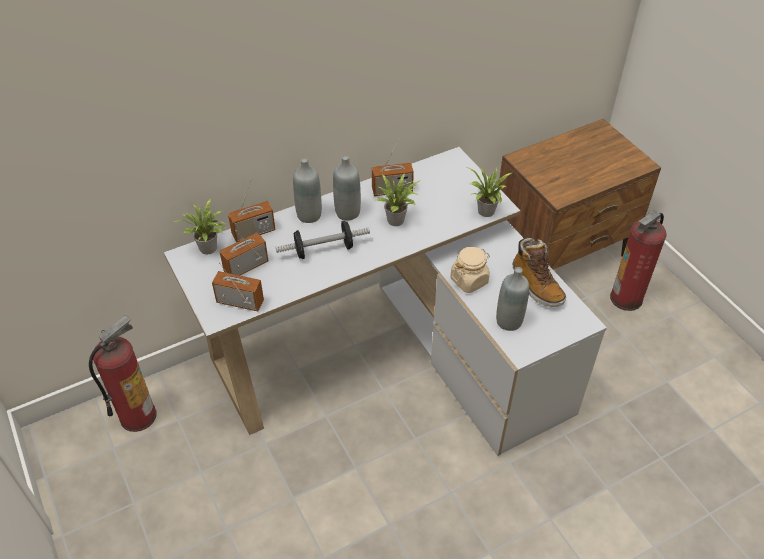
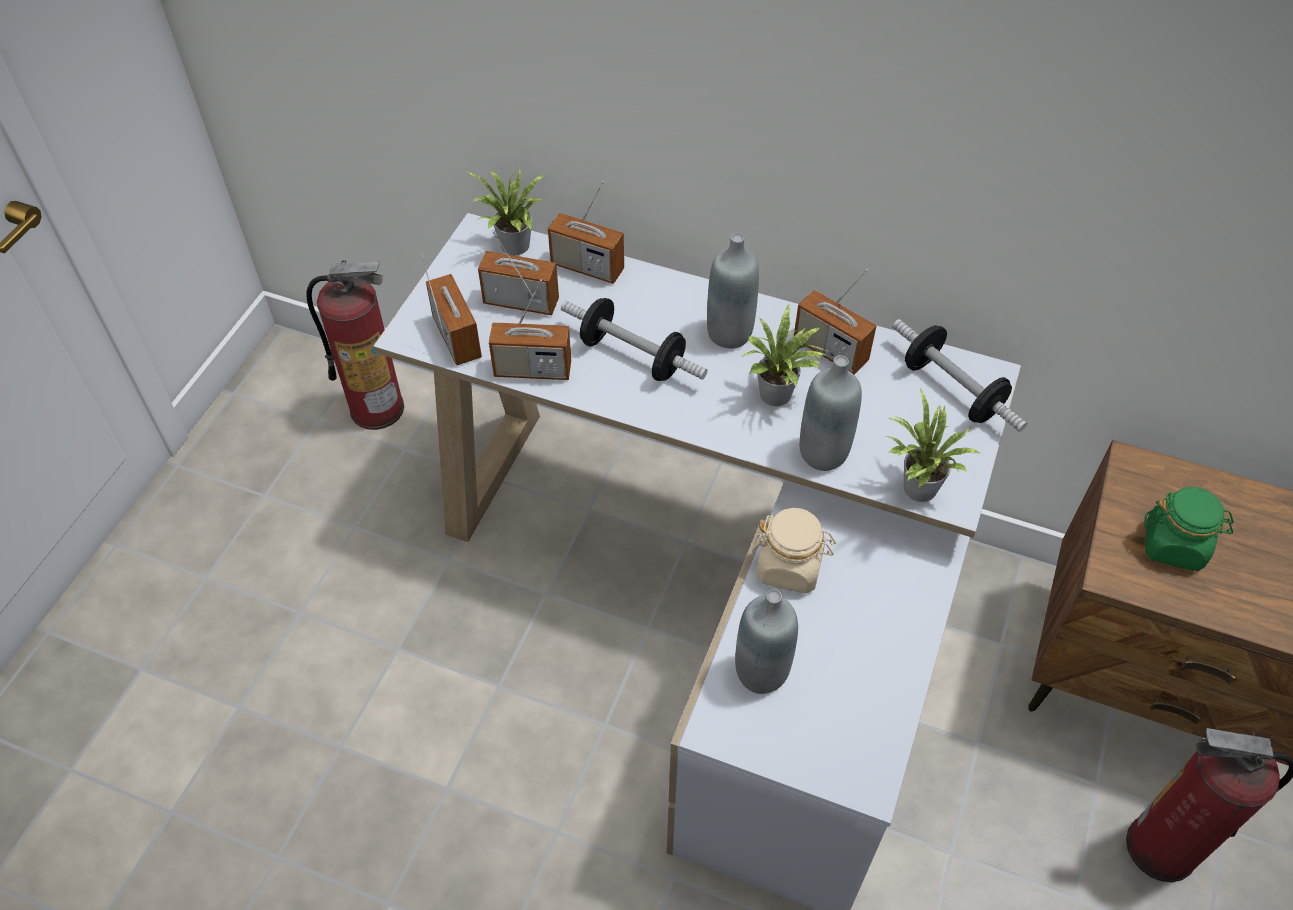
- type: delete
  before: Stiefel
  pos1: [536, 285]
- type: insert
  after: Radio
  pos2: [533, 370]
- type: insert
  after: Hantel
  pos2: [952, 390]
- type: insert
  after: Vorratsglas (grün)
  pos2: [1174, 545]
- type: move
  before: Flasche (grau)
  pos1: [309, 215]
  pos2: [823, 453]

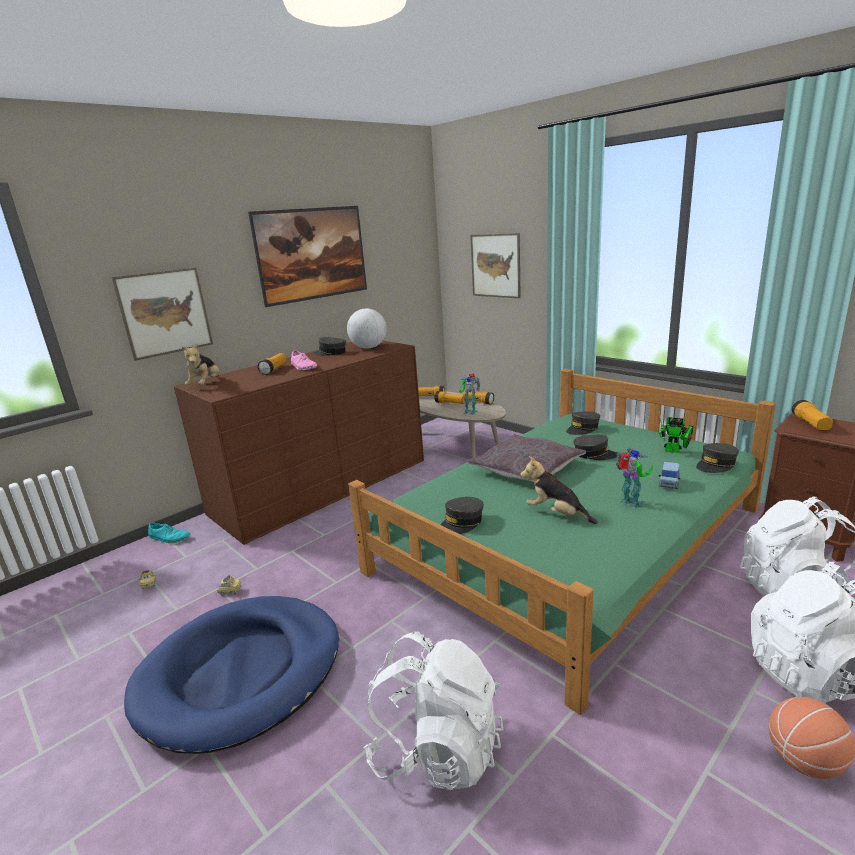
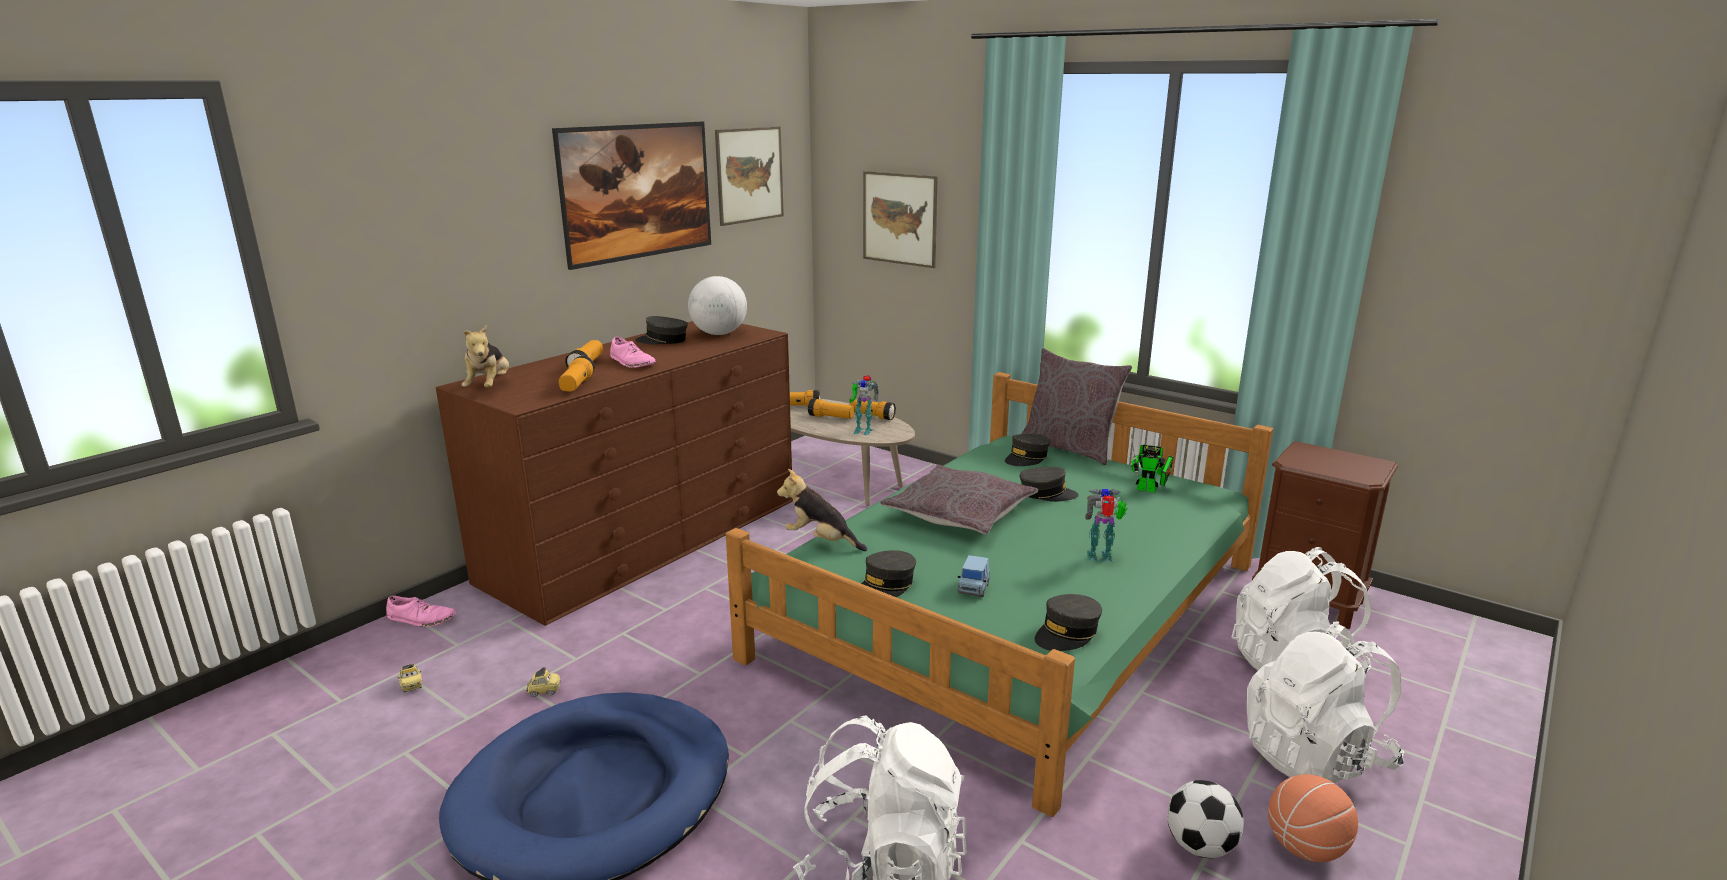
- type: insert
  after: Kissen (grau)
  pos2: [1069, 448]
- type: insert
  after: Fußball
  pos2: [1200, 846]
- type: move
  before: Bild
  pos1: [165, 312]
  pos2: [750, 175]
- type: move
  before: Plüschtier
  pos1: [556, 514]
  pos2: [821, 541]
- type: move
  before: Spielzeugauto (blau)
  pos1: [669, 484]
  pos2: [973, 588]
- type: move
  before: Kappe (grau)
  pos1: [716, 465]
  pos2: [1067, 633]
- type: move
  before: Taschenlampe
  pos1: [810, 424]
  pos2: [577, 385]
- type: recolor
  before: Schuh (türkis)
  after: Schuh (rosa)
  pos1: [170, 538]
  pos2: [421, 619]
- type: rotate
  before: Spielzeugroboter
  pos1: [631, 503]
  pos2: [1101, 558]
  turn: -45

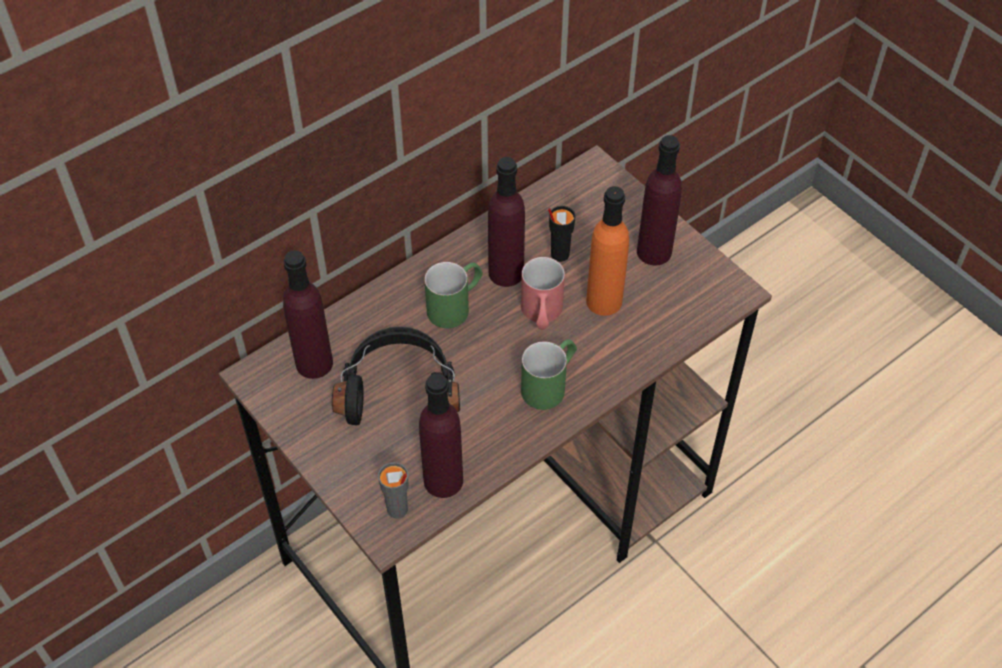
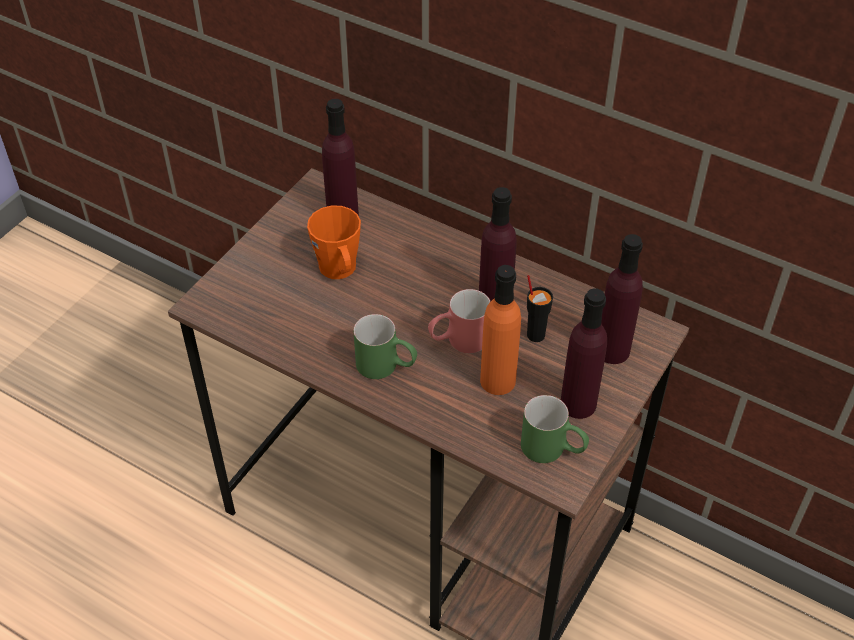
- type: delete
  before: Tasse (grau)
  pos1: [397, 510]
- type: move
  before: Flasche (lila)
  pos1: [443, 480]
  pos2: [612, 350]
- type: move
  before: Henkelbecher (grün)
  pos1: [456, 305]
  pos2: [553, 450]
- type: replace
  before: Kopfhörer (schwarz)
  after: Henkelbecher (orange)
  pos1: [398, 388]
  pos2: [340, 271]

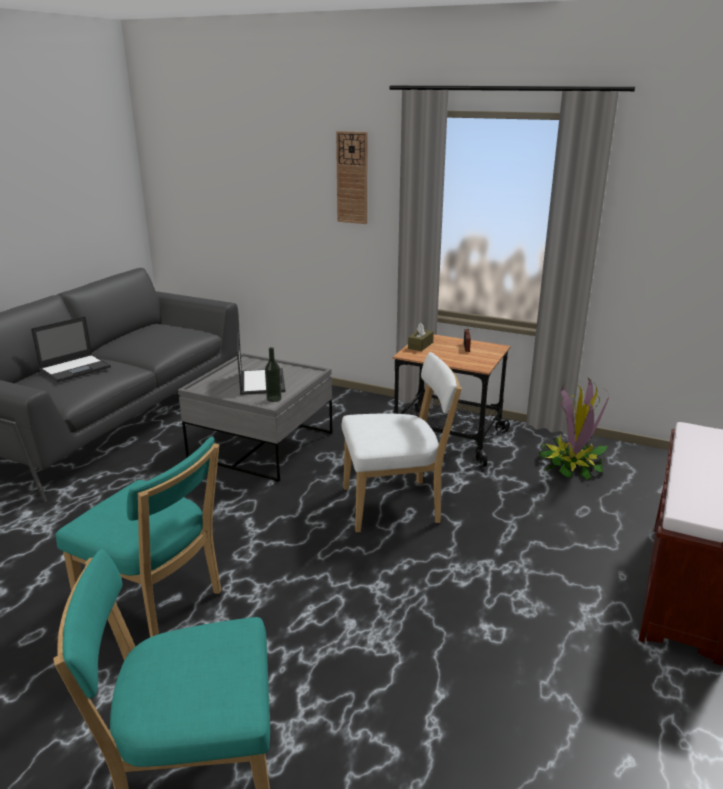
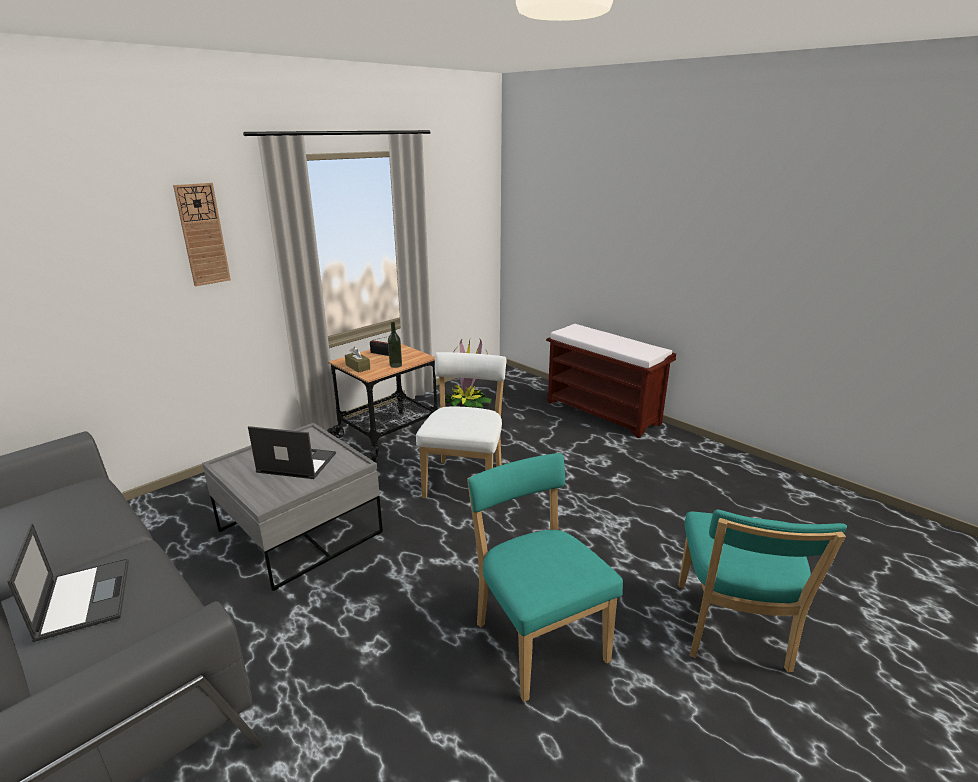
- type: move
  before: Flasche
  pos1: [274, 399]
  pos2: [395, 365]
- type: rotate
  before: Stuhl (türkis)
  pos1: [156, 606]
  pos2: [537, 638]
  turn: -75

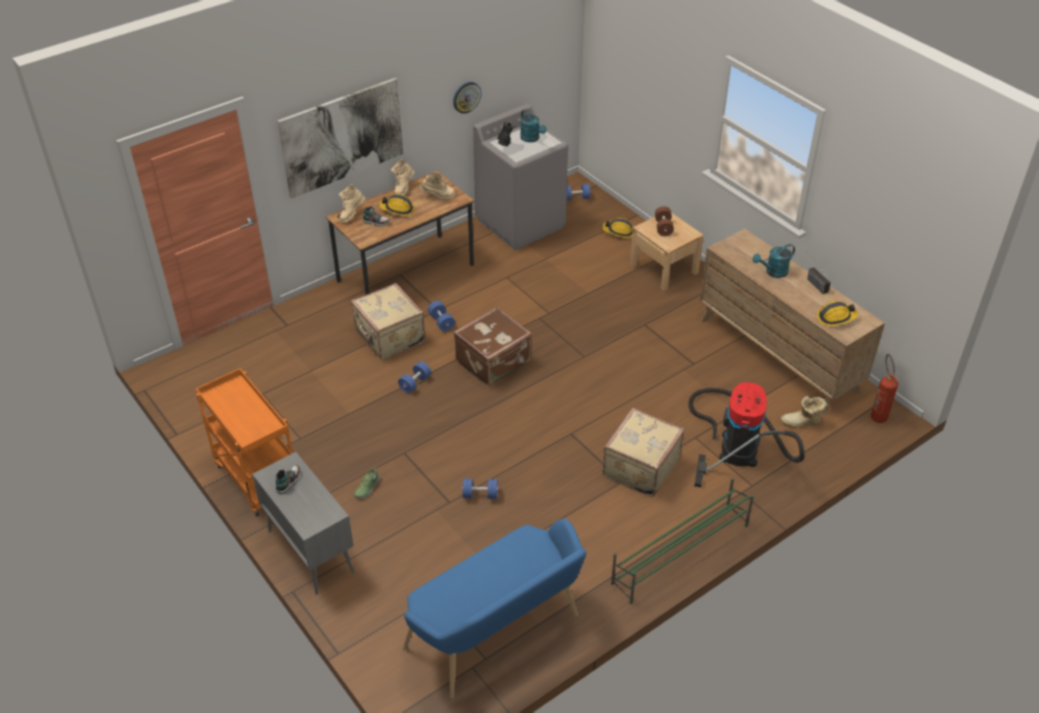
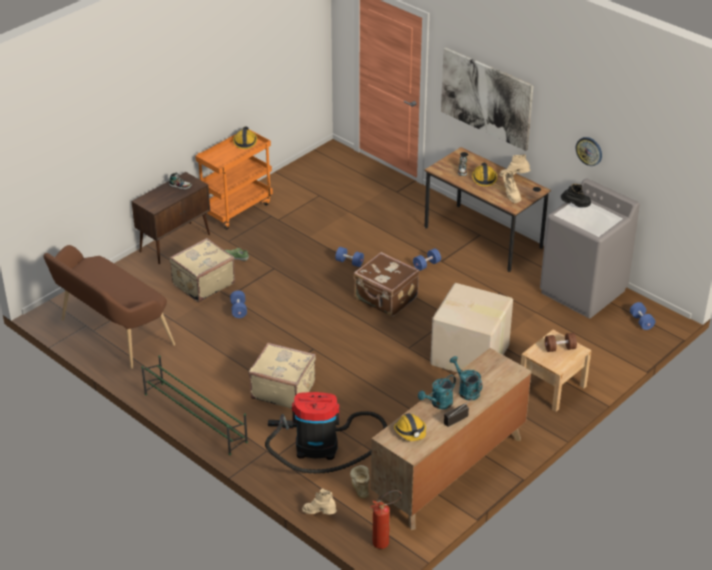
- type: insert
  after: Karton
  pos2: [470, 356]
- type: move
  before: Stiefel (beige)
  pos1: [351, 215]
  pos2: [320, 514]
- type: move
  before: Koffer (beige)
  pos1: [389, 337]
  pos2: [202, 283]
- type: move
  before: Gießkanne (türkis)
  pos1: [532, 139]
  pos2: [438, 404]
- type: move
  before: Schutzhelm
  pos1: [618, 232]
  pos2: [245, 141]
- type: recolor
  before: Schrank (grau)
  after: Schrank (braun)
  pos1: [310, 551]
  pos2: [175, 243]
- type: recolor
  before: Bank (blau)
  after: Bank (braun)
  pos1: [498, 636]
  pos2: [111, 334]

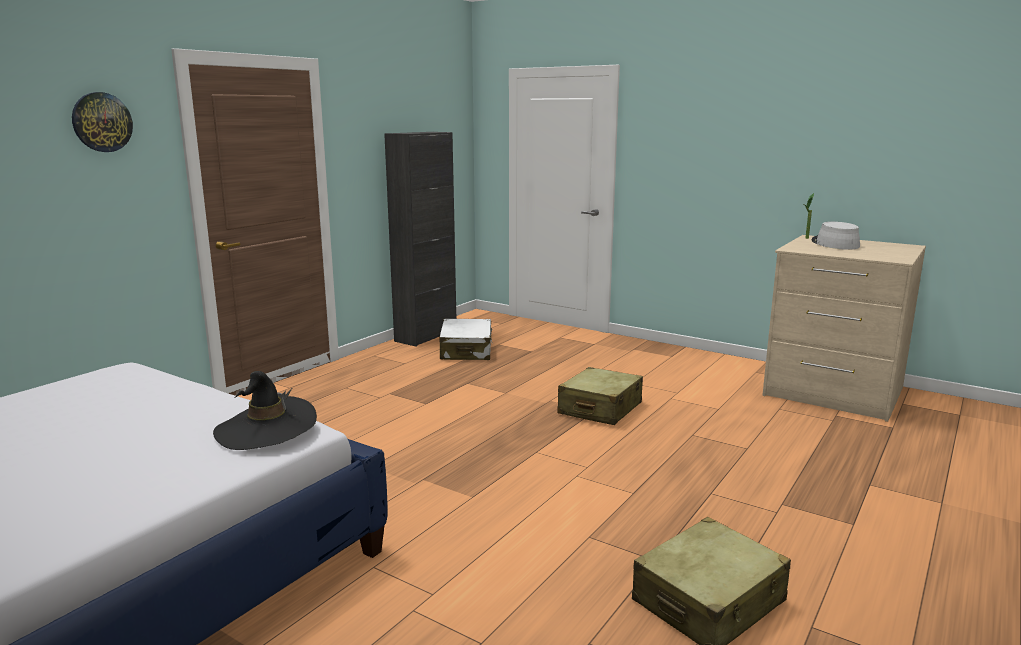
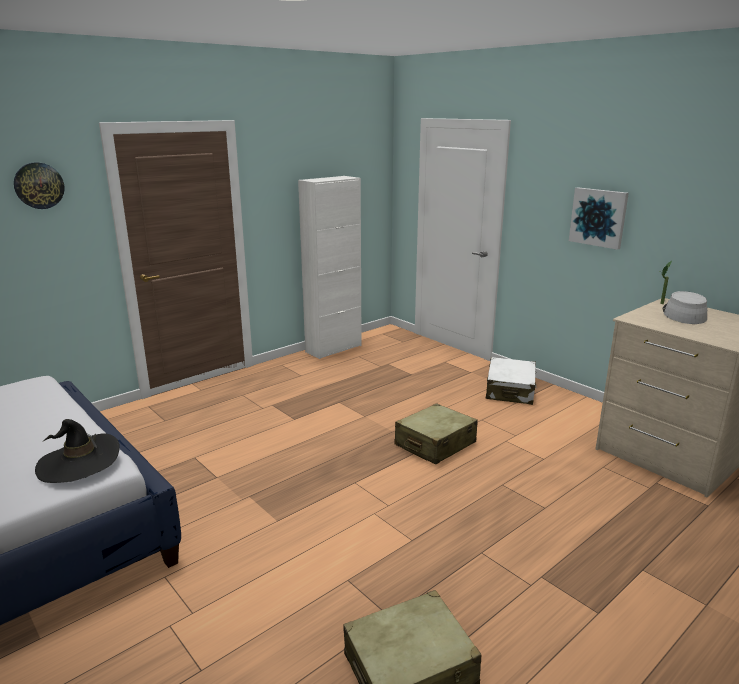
- type: insert
  after: Bild
  pos2: [598, 217]
- type: move
  before: Koffer (weiß)
  pos1: [466, 350]
  pos2: [510, 390]
- type: recolor
  before: Schrank (schwarz)
  after: Schrank (weiß)
  pos1: [426, 336]
  pos2: [333, 349]

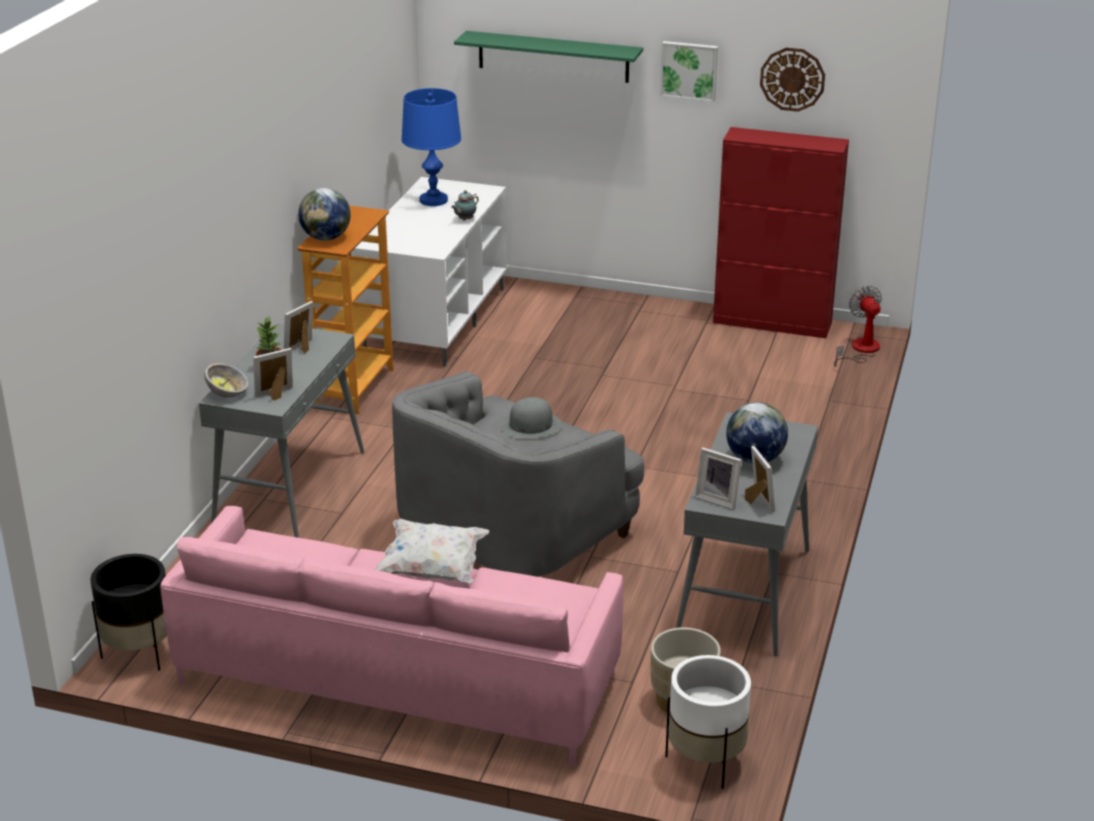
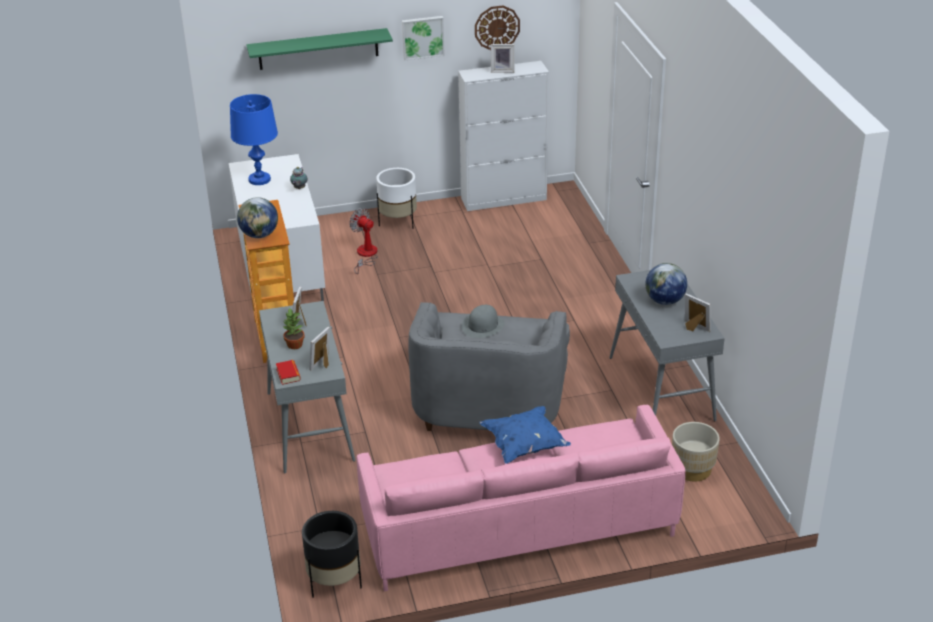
- type: move
  before: Pflanzkübel (weiß)
  pos1: [706, 762]
  pos2: [398, 222]
- type: move
  before: Bilderrahmen
  pos1: [718, 499]
  pos2: [502, 71]
- type: move
  before: Ventilator
  pos1: [860, 350]
  pos2: [365, 255]
- type: replace
  before: Schüssel
  after: Buch
  pos1: [228, 393]
  pos2: [288, 375]
- type: recolor
  before: Kissen (weiß)
  after: Kissen (blau)
  pos1: [432, 569]
  pos2: [524, 446]
- type: recolor
  before: Schrank (rot)
  after: Schrank (weiß)
  pos1: [773, 323]
  pos2: [504, 199]

